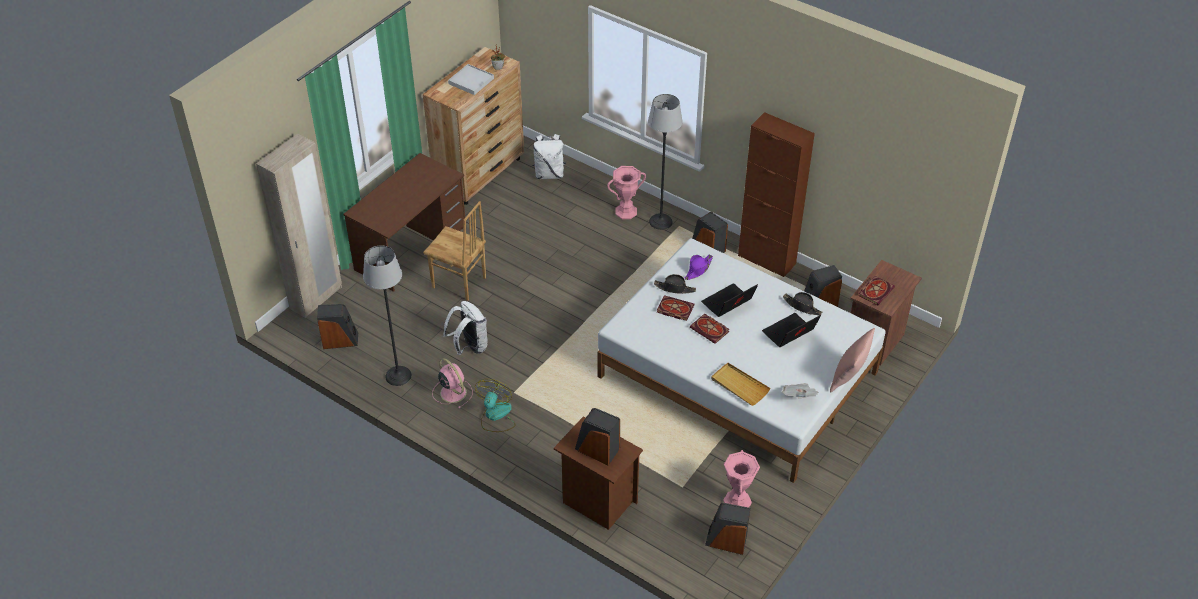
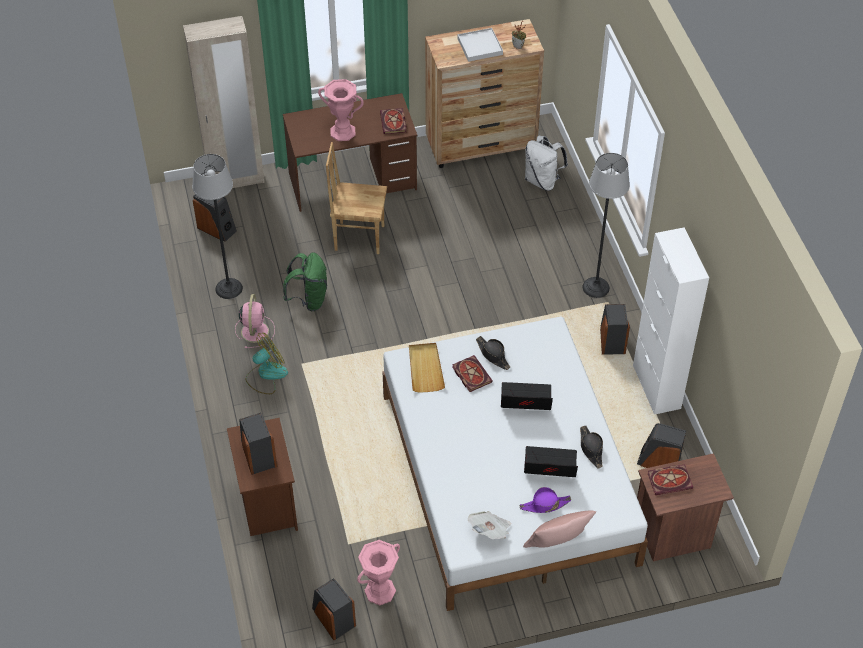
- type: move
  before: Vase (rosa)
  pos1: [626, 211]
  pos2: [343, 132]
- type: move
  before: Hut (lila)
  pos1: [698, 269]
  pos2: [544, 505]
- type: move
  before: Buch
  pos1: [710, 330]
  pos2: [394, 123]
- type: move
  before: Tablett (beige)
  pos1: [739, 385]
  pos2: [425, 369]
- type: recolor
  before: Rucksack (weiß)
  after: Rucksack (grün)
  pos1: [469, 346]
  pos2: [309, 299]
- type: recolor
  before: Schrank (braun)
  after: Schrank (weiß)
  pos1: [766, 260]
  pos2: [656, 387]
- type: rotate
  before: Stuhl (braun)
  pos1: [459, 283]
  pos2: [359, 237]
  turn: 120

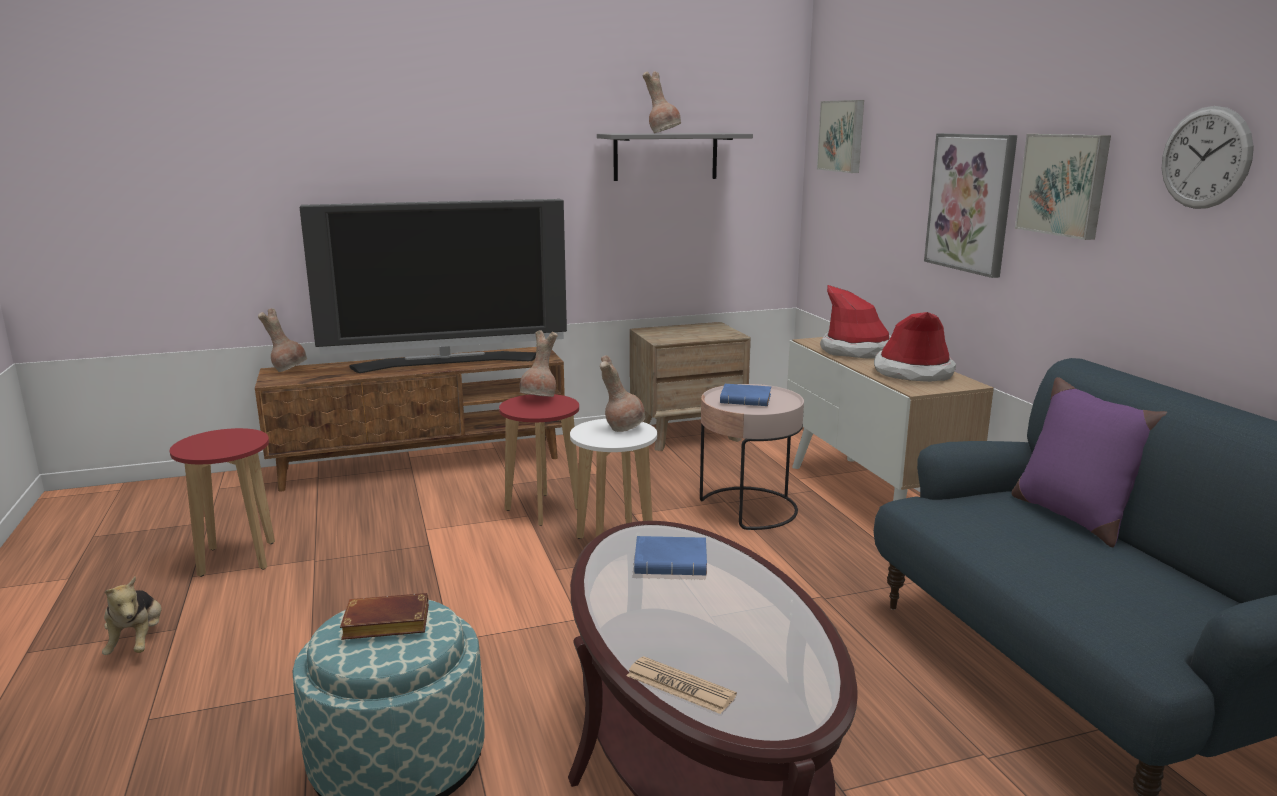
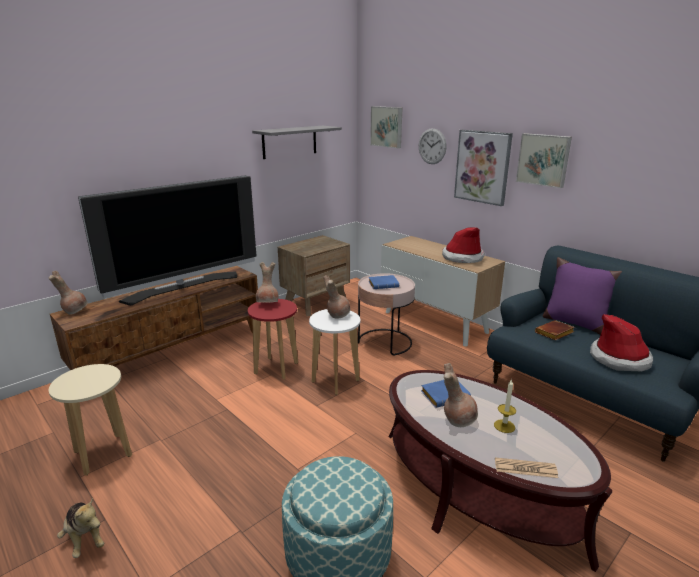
- type: insert
  after: Kerze
  pos2: [504, 426]
- type: move
  before: Buch (braun)
  pos1: [384, 625]
  pos2: [554, 334]
- type: move
  before: Vase (braun)
  pos1: [663, 133]
  pos2: [458, 420]
- type: move
  before: Hut
  pos1: [857, 350]
  pos2: [620, 359]
- type: move
  before: Wanduhr
  pos1: [1205, 158]
  pos2: [432, 146]
- type: recolor
  before: Hocker (rot)
  after: Hocker (beige)
  pos1: [237, 558]
  pos2: [103, 454]

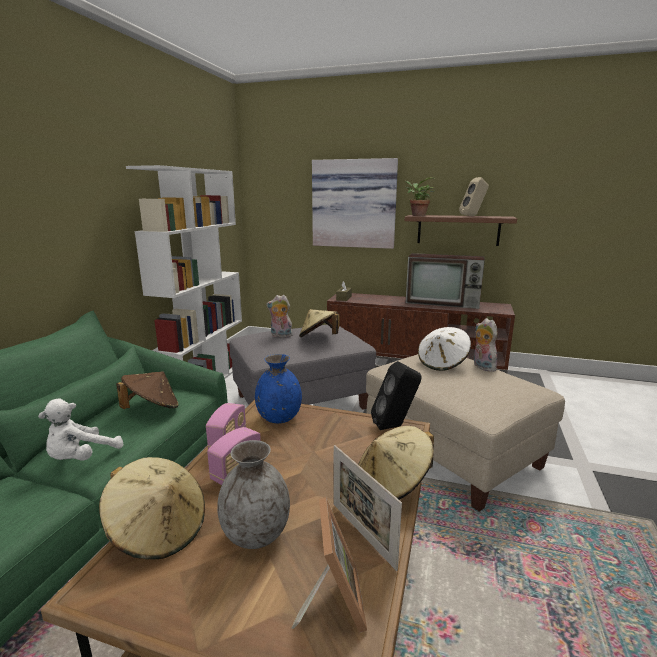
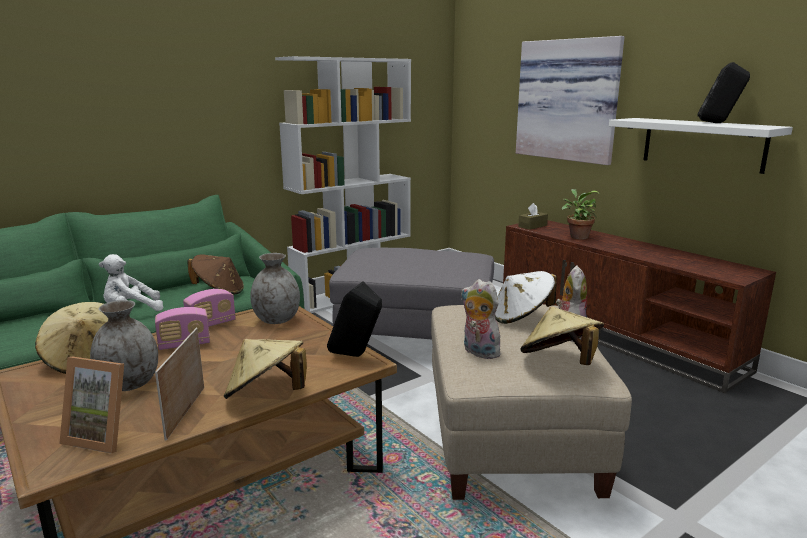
- type: delete
  before: Fernseher
  pos1: [443, 303]
- type: move
  before: Plüschtier
  pos1: [280, 335]
  pos2: [478, 352]
- type: move
  before: Hut (beige)
  pos1: [318, 337]
  pos2: [559, 362]
- type: move
  before: Topfpflanze
  pos1: [416, 215]
  pos2: [577, 236]
- type: recolor
  before: Vase (blau)
  after: Vase (grau)
  pos1: [278, 418]
  pos2: [276, 320]
- type: recolor
  before: Wandregal (braun)
  after: Wandregal (weiß)
  pos1: [458, 230]
  pos2: [702, 144]
- type: recolor
  before: Lautsprecher (beige)
  after: Lautsprecher (schwarz)
  pos1: [473, 216]
  pos2: [719, 123]
- type: rotate
  before: Bilderrahmen
  pos1: [331, 600]
  pos2: [104, 435]
  turn: 75

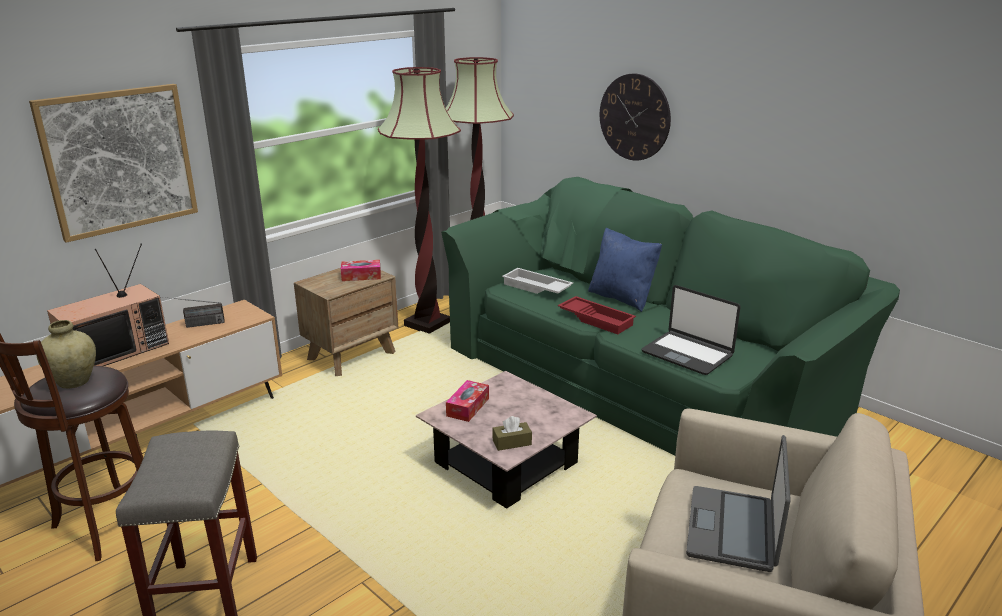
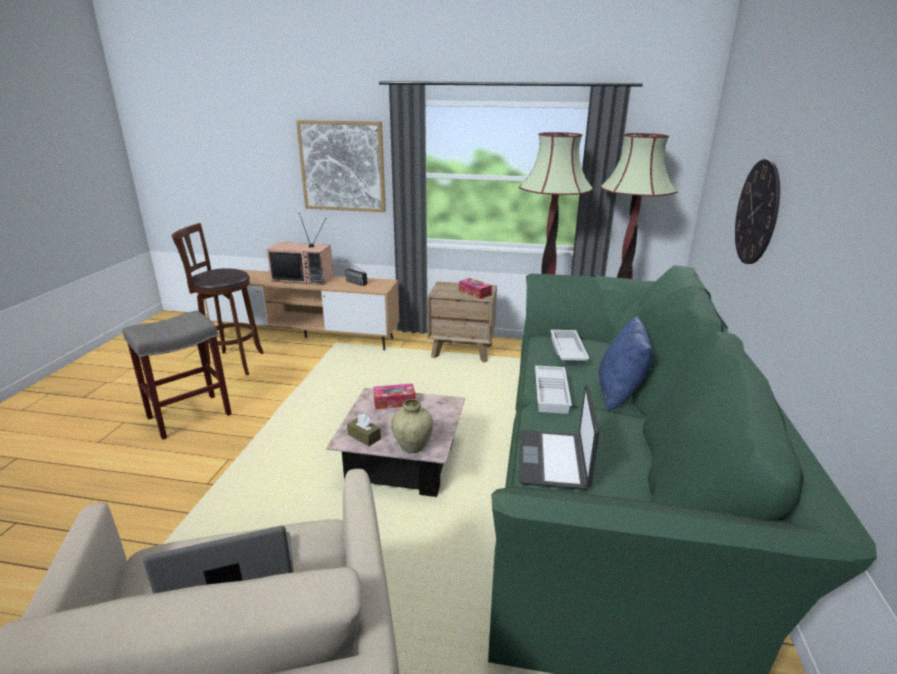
- type: move
  before: Vase (beige)
  pos1: [74, 382]
  pos2: [412, 447]
- type: recolor
  before: Tablett (rot)
  after: Tablett (weiß)
  pos1: [597, 319]
  pos2: [552, 393]

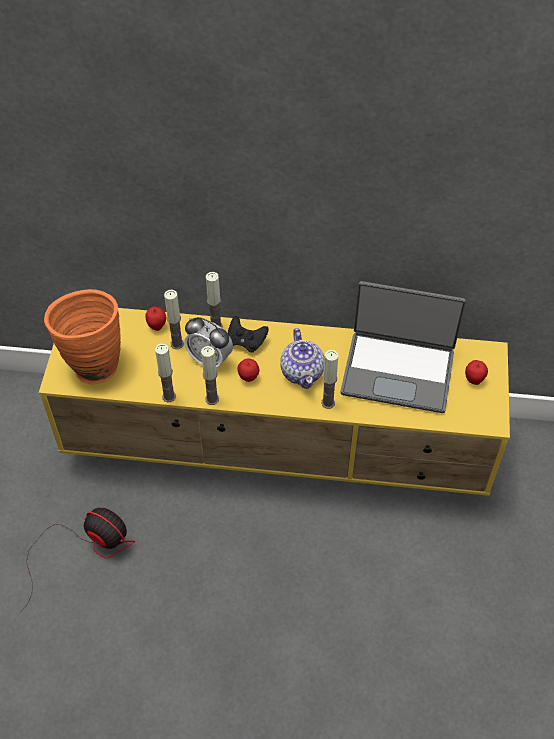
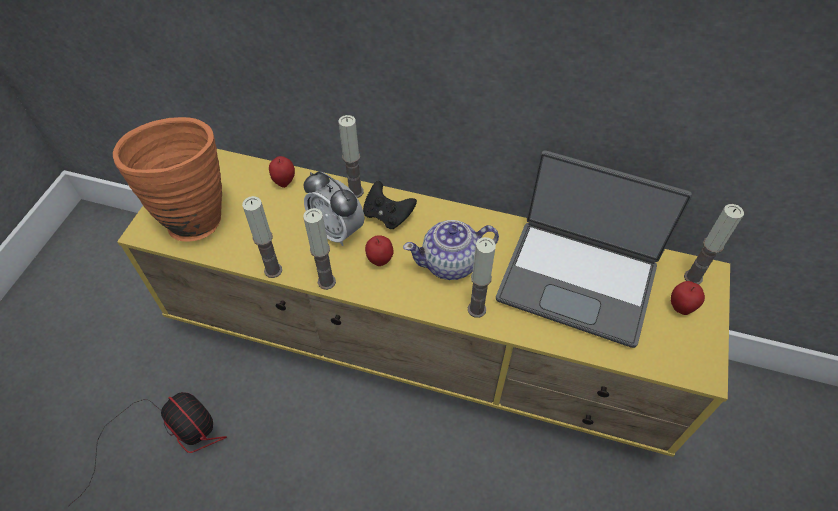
- type: move
  before: Kerze
  pos1: [177, 344]
  pos2: [693, 277]
- type: rotate
  before: Teekanne
  pos1: [302, 372]
  pos2: [451, 263]
  turn: 75

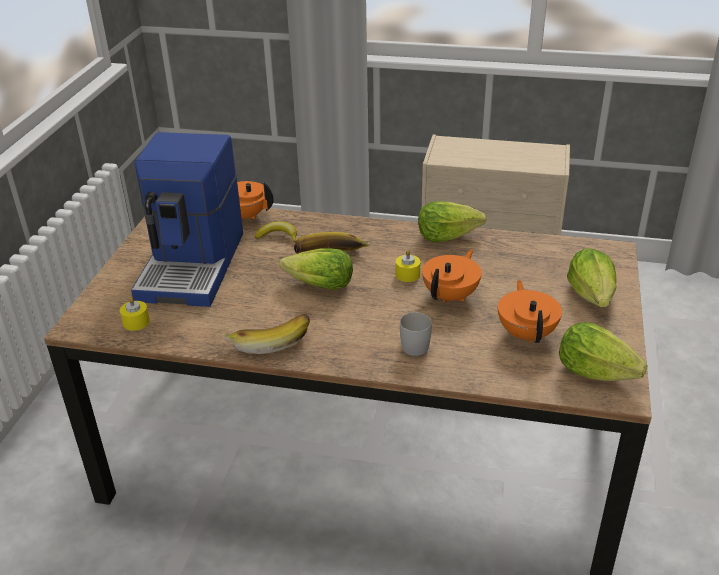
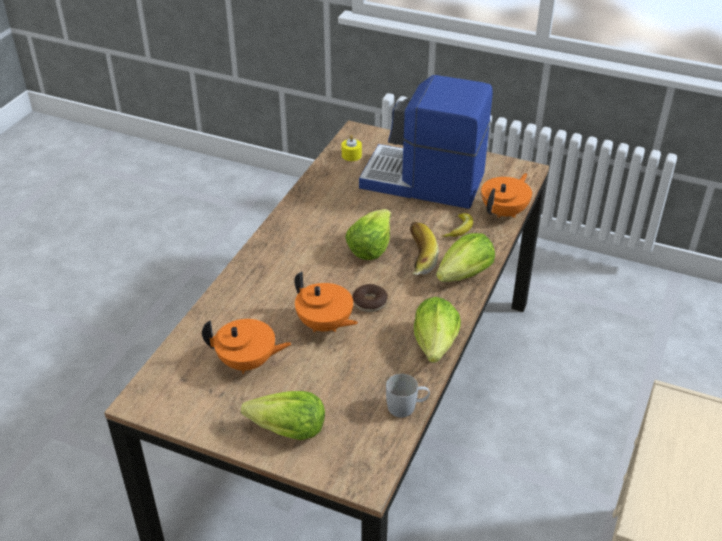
- type: delete
  before: Banane
  pos1: [269, 340]
- type: move
  before: Henkelbecher (weiß)
  pos1: [412, 344]
  pos2: [407, 407]
- type: move
  before: Salatkopf
  pos1: [594, 372]
  pos2: [465, 275]
- type: replace
  before: Kerze (gelb)
  after: Donut
  pos1: [407, 274]
  pos2: [370, 302]

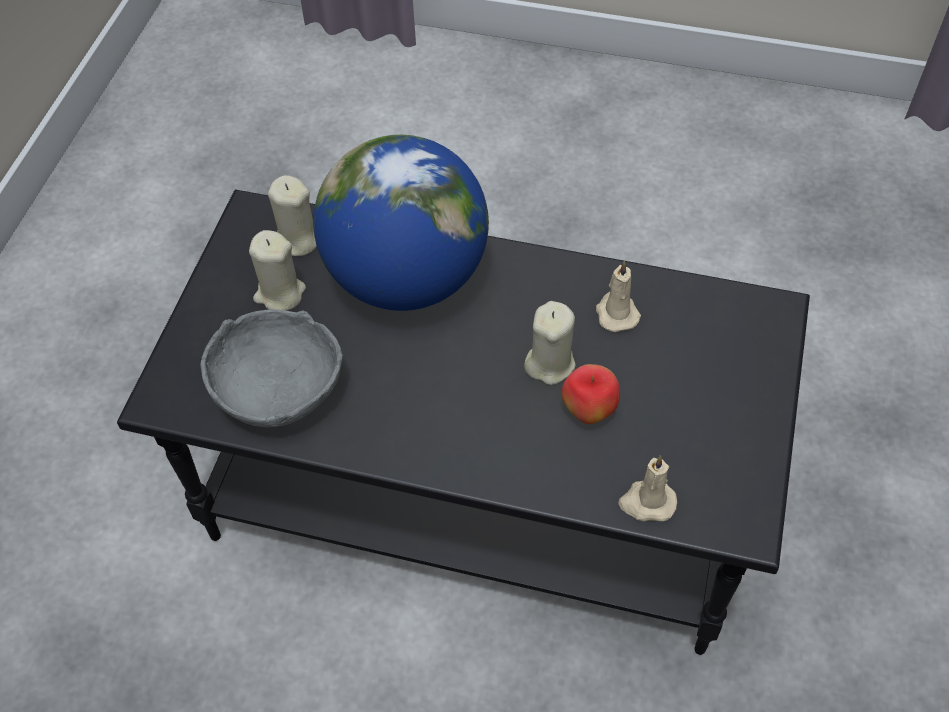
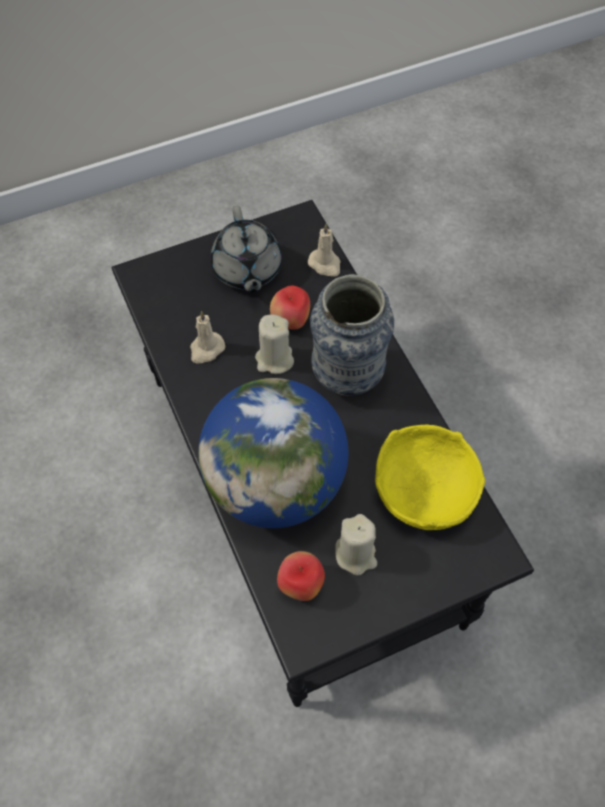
- type: insert
  after: Teekanne (grau)
  pos2: [247, 270]
- type: insert
  after: Vase
  pos2: [347, 376]
- type: replace
  before: Kerze (beige)
  after: Apfel
  pos1: [297, 239]
  pos2: [300, 585]
- type: recolor
  before: Schüssel (grau)
  after: Schüssel (gelb)
  pos1: [277, 388]
  pos2: [424, 492]

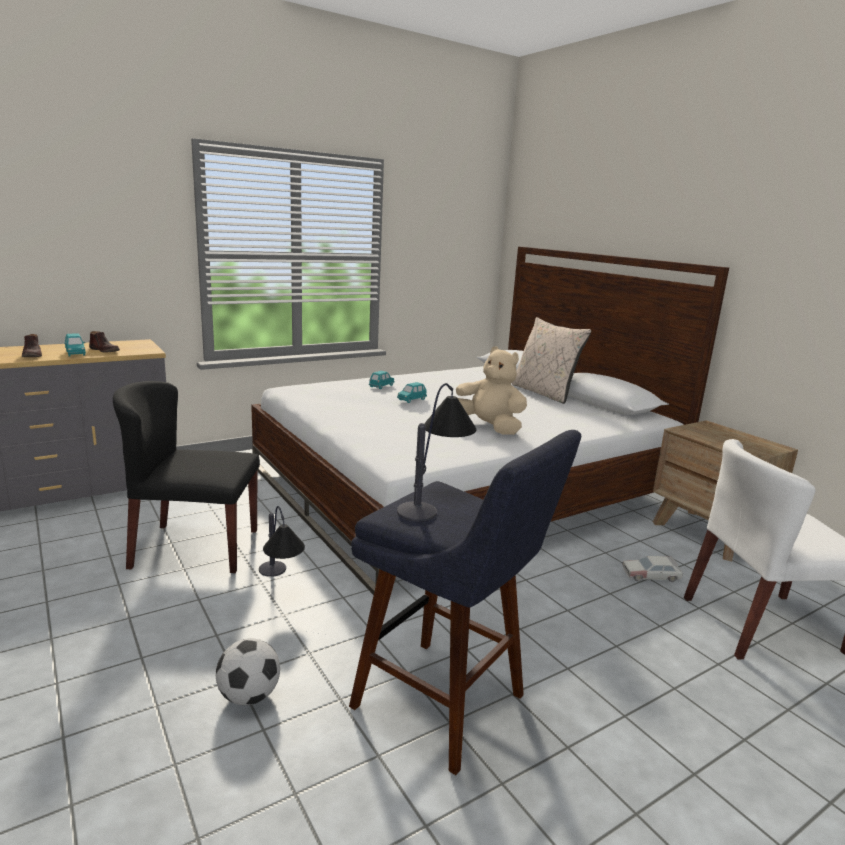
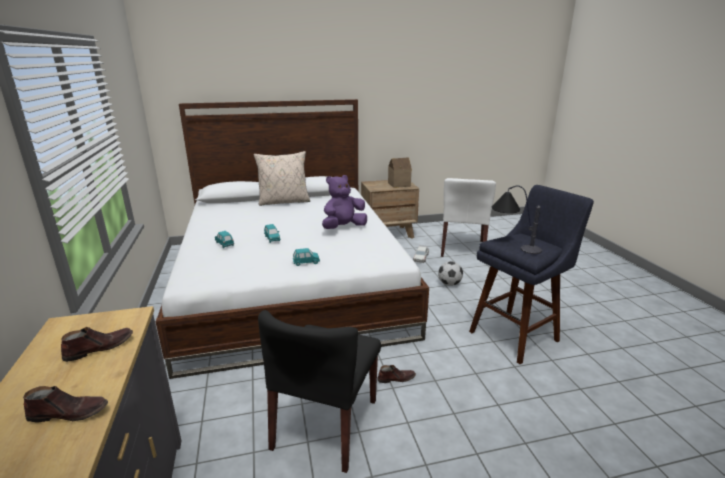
- type: insert
  after: Spielzeughaus
  pos2: [398, 184]
- type: move
  before: Spielzeugauto (türkis)
  pos1: [75, 353]
  pos2: [306, 262]
- type: move
  before: Fußball
  pos1: [249, 696]
  pos2: [449, 284]
- type: replace
  before: Tischlampe
  after: Schuh (braun)
  pos1: [280, 583]
  pos2: [396, 378]
- type: recolor
  before: Plüschtier (beige)
  after: Plüschtier (lila)
  pos1: [488, 427]
  pos2: [343, 227]

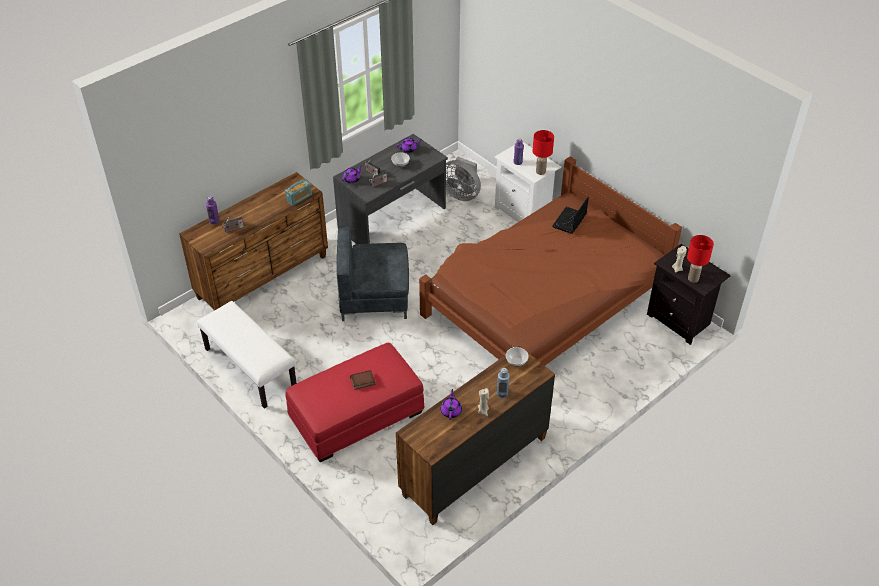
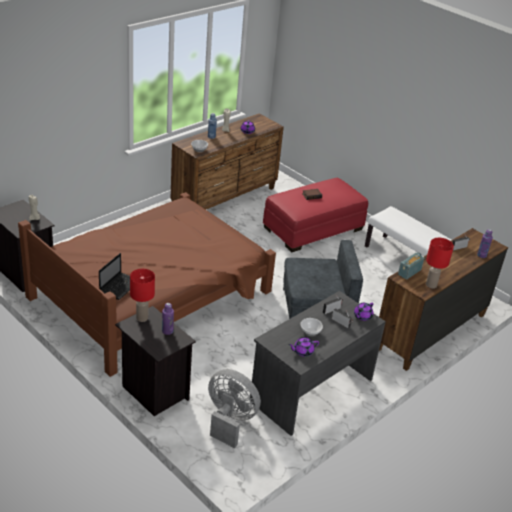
- type: move
  before: Tischlampe (rot)
  pos1: [693, 278]
  pos2: [431, 285]
- type: recolor
  before: Nachttisch (weiß)
  after: Nachttisch (schwarz)
  pos1: [524, 212]
  pos2: [153, 392]

